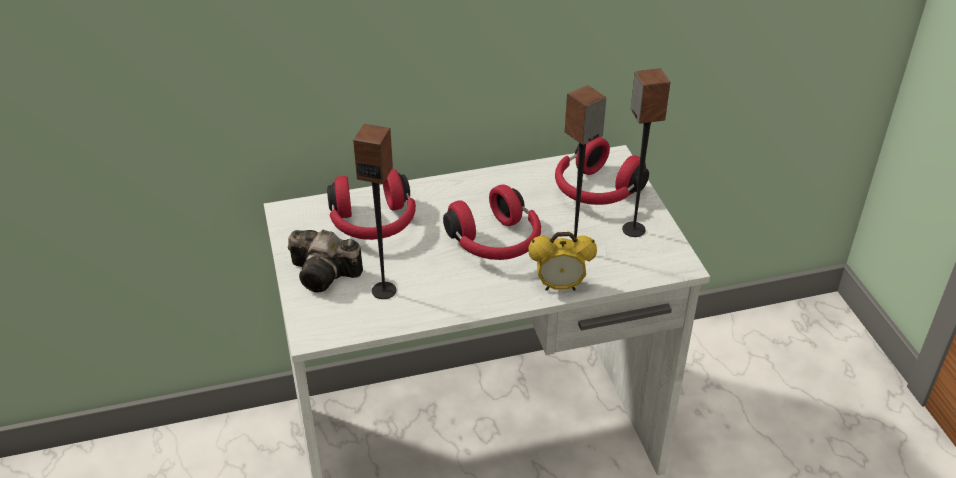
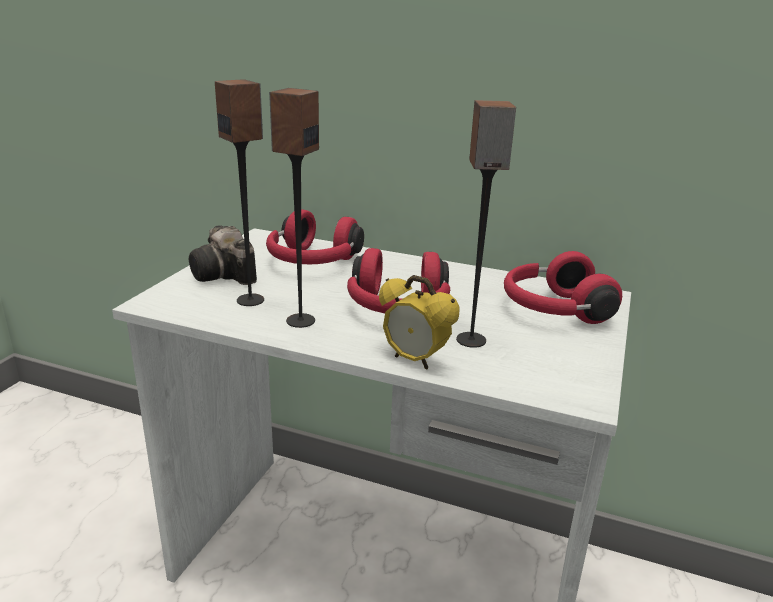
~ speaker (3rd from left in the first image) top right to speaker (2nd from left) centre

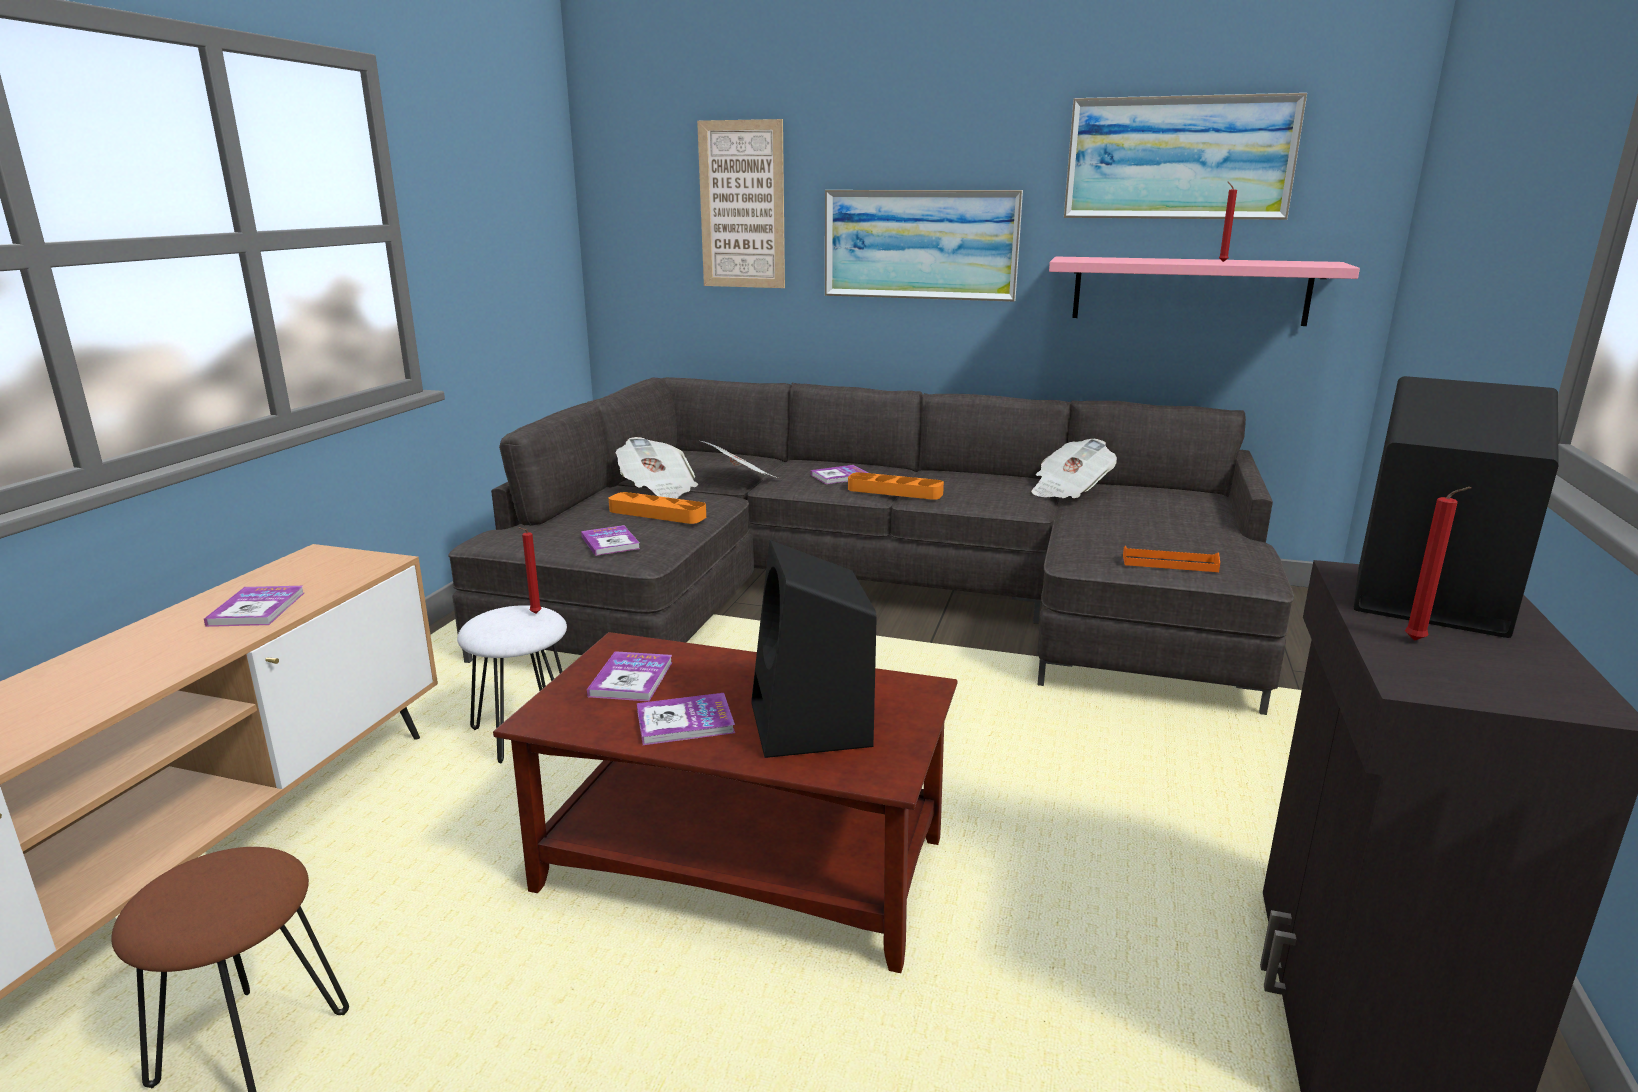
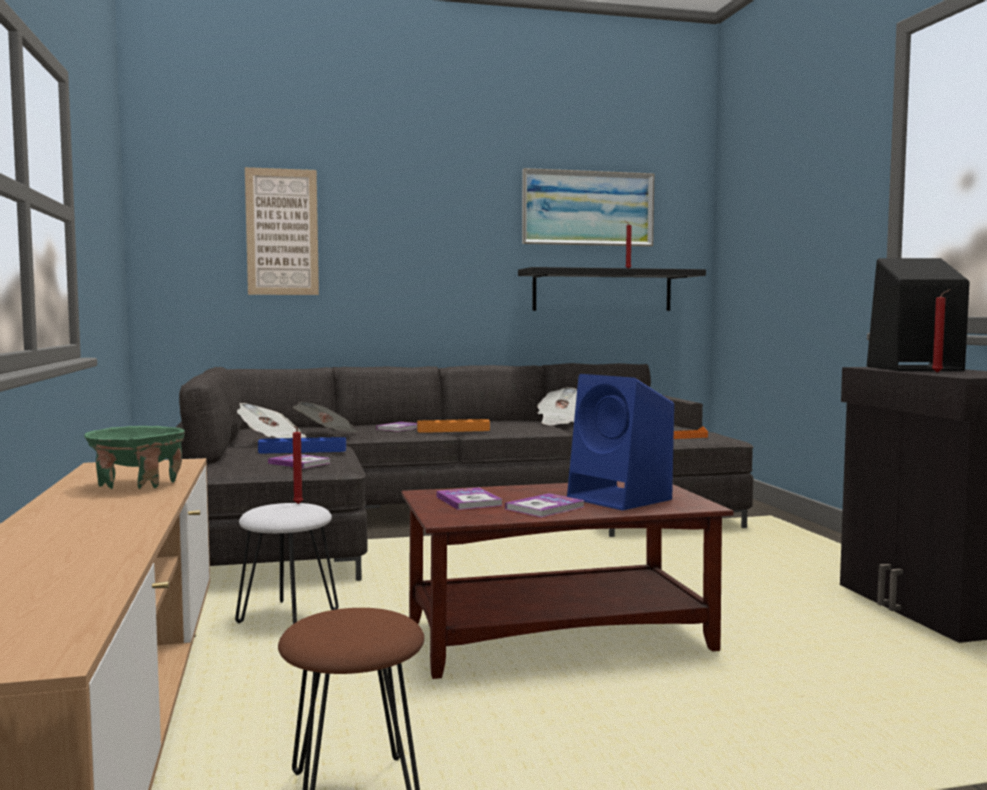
~ book (1st from left) middle left to green bowl middle left
~ orange tray (1st from left) centre to blue tray middle left
~ pink shelf top right to black shelf centre
~ black speaker (1st from left) centre to blue speaker centre
- picture (2nd from left) top centre

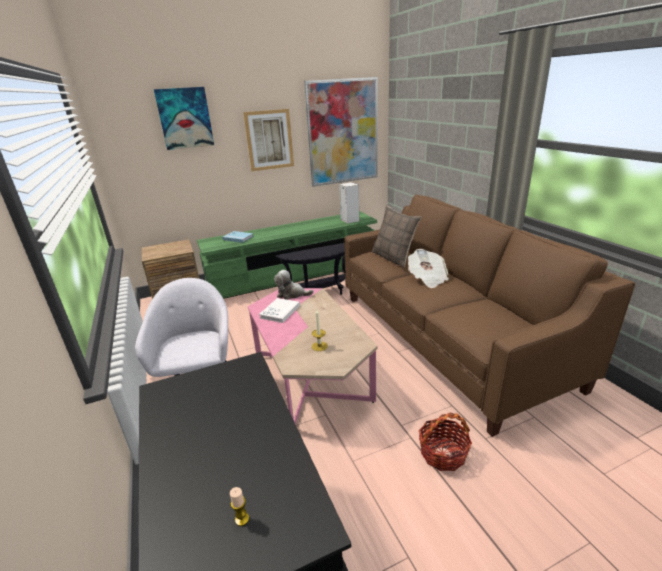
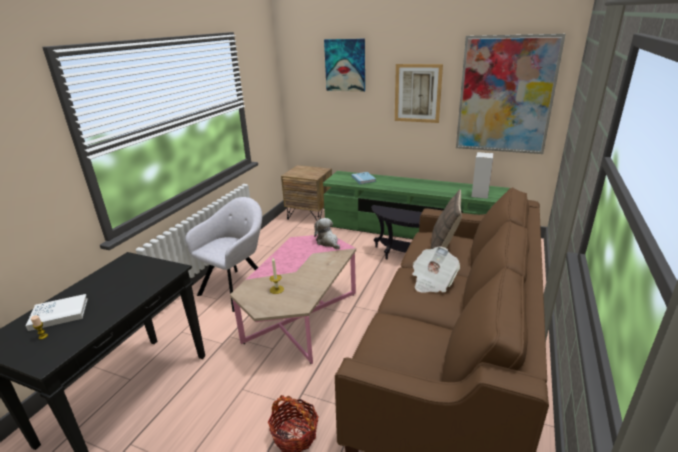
~ white book centre to bottom left

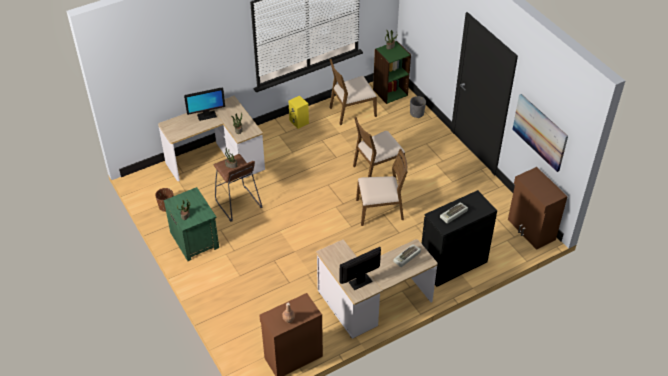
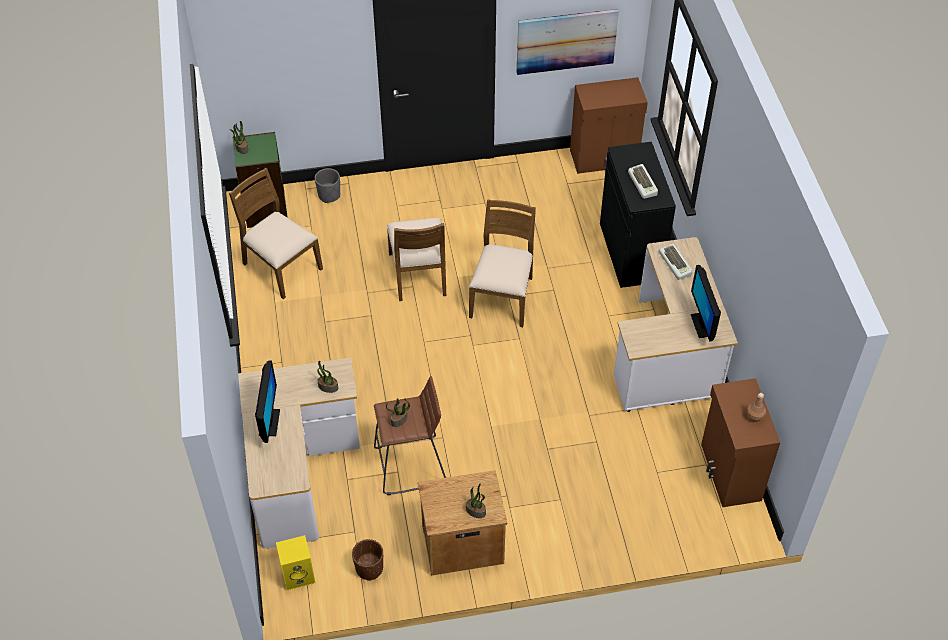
~ brown chair (1st from left) top centre = middle left 135 degrees clockwise
~ yellow speaker top centre to bottom left
~ green nightstand middle left to brown nightstand bottom centre

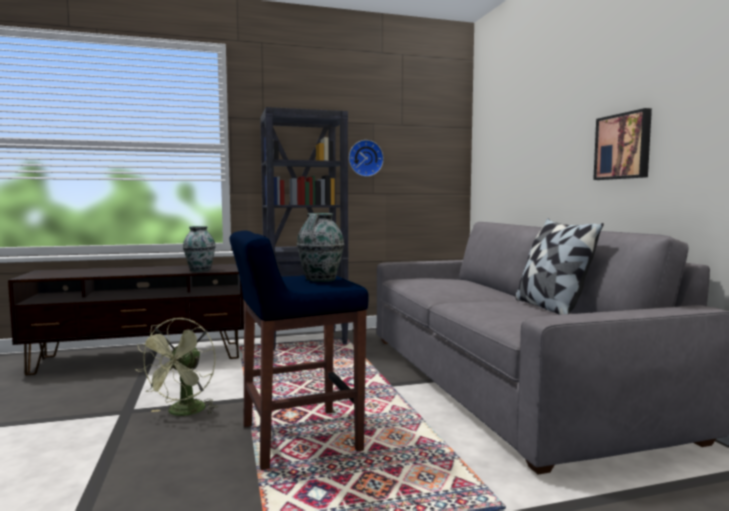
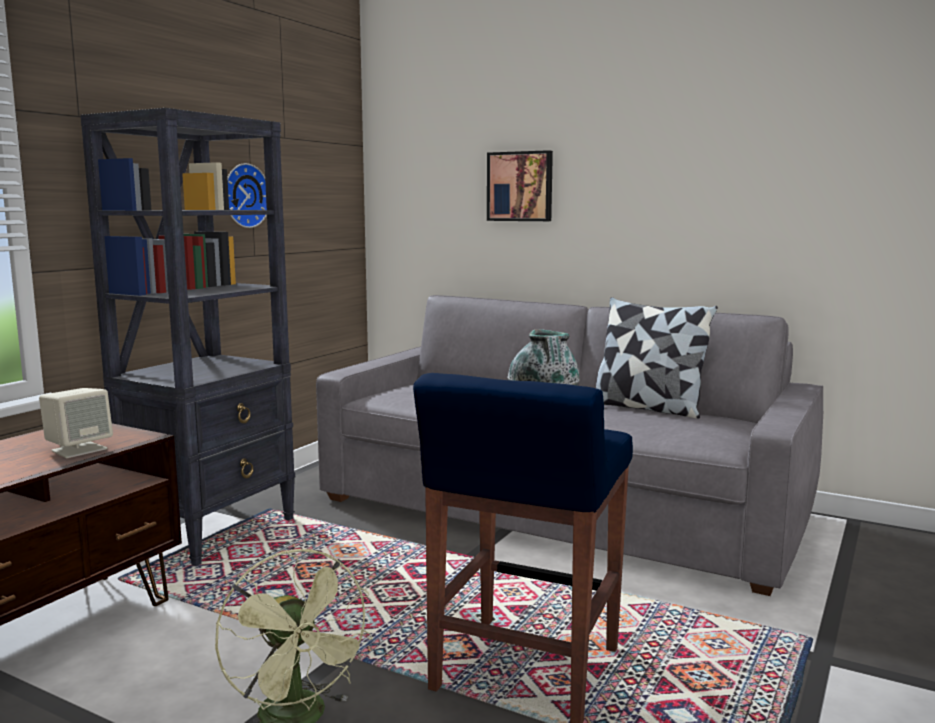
~ vase (1st from left) middle left to beige speaker middle left
~ picture top right to top centre

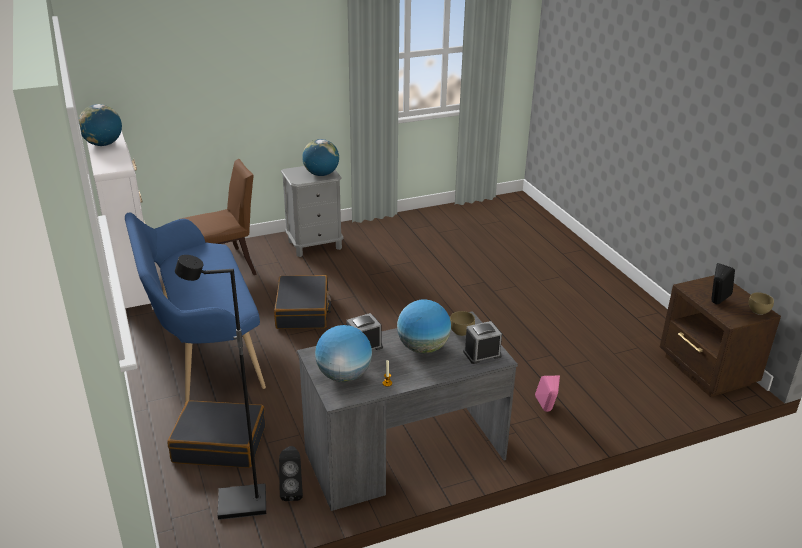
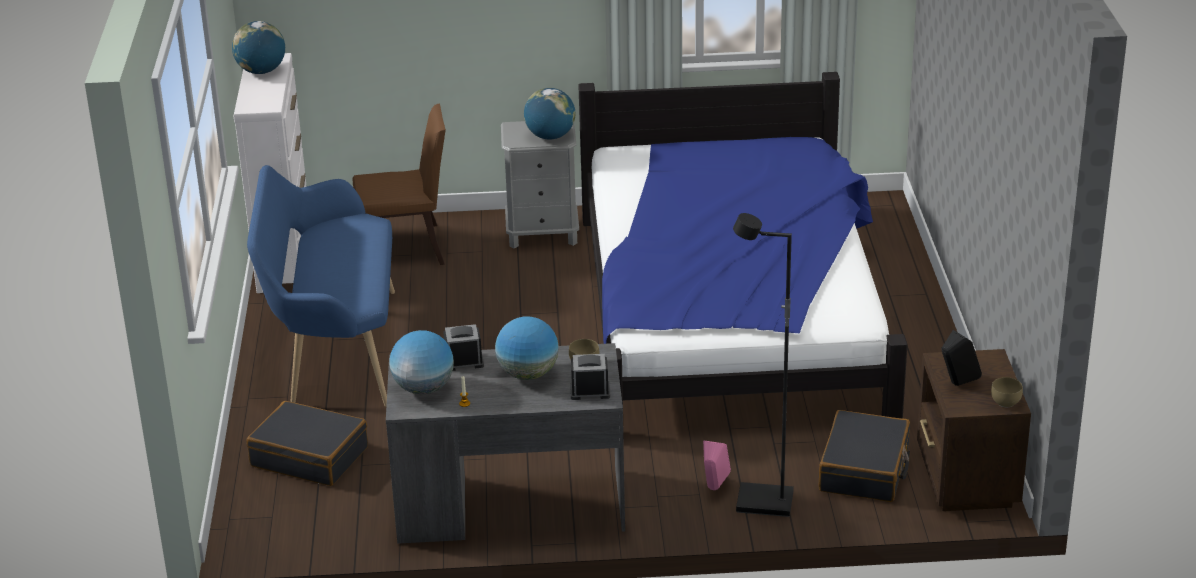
+ bed centre
~ black floor lamp bottom left to centre
~ black suitcase (2nd from left) centre to bottom right
- black speaker (1st from left) bottom centre

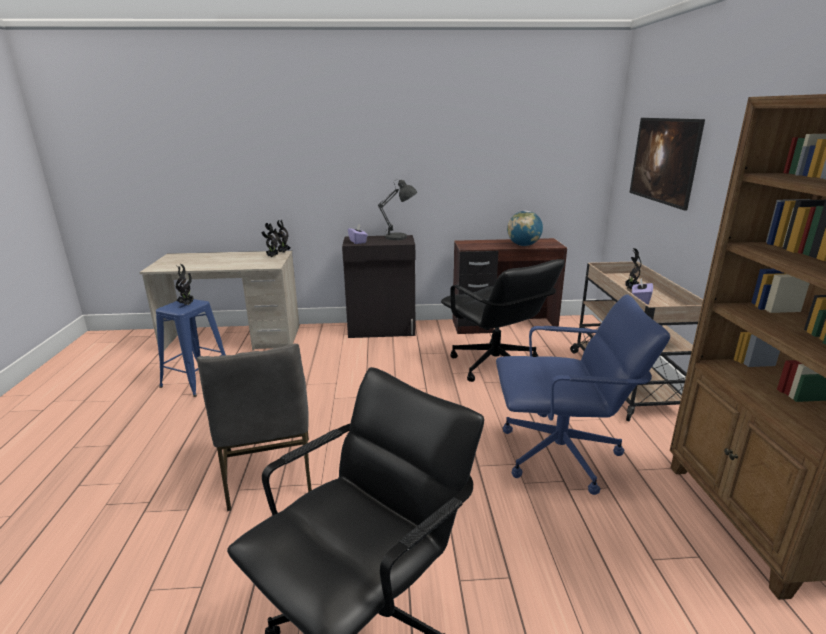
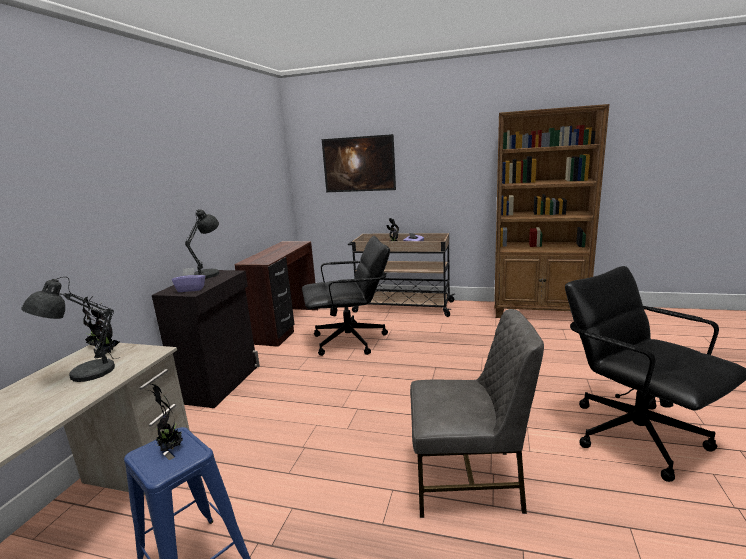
+ grey table lamp (1st from left) middle left
- blue office chair middle right
- globe centre

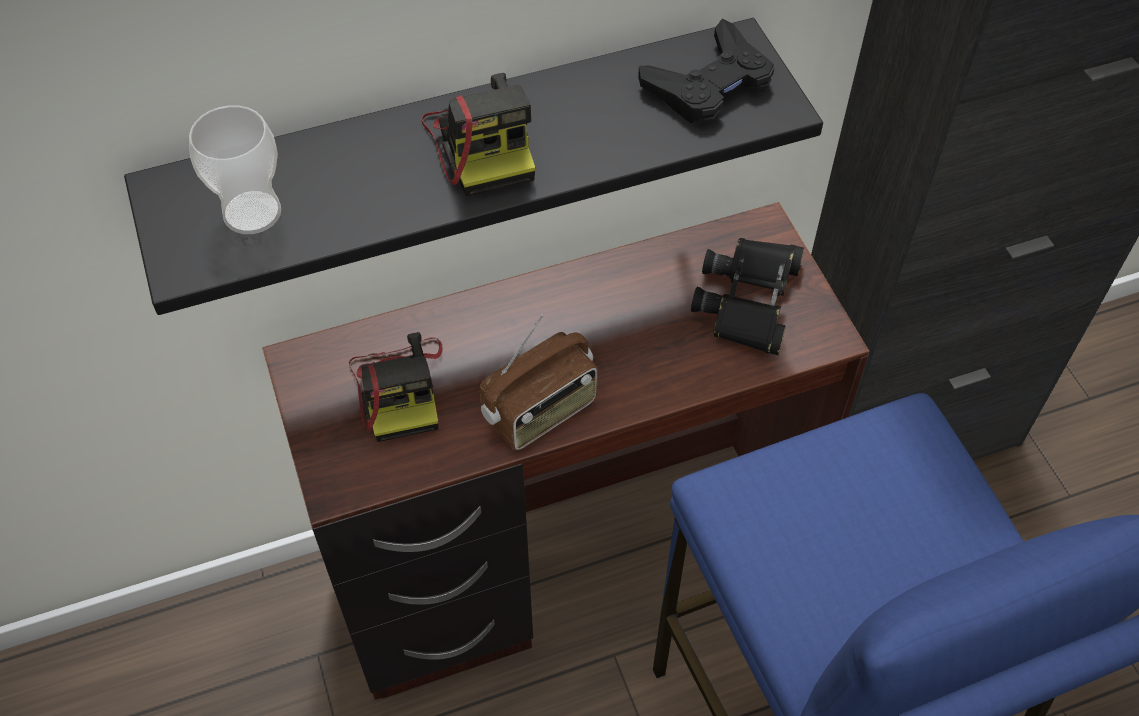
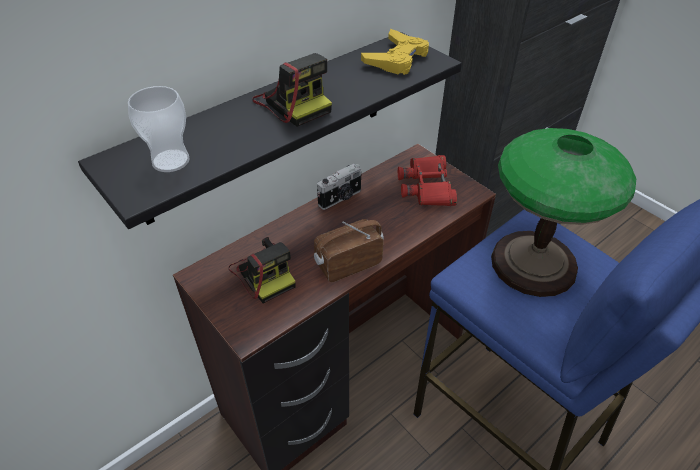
~ radio centre = centre 150 degrees counterclockwise
+ photo camera (3rd from left) centre
~ black game controller top centre to yellow game controller top centre
~ black binoculars centre to red binoculars centre
+ table lamp middle right

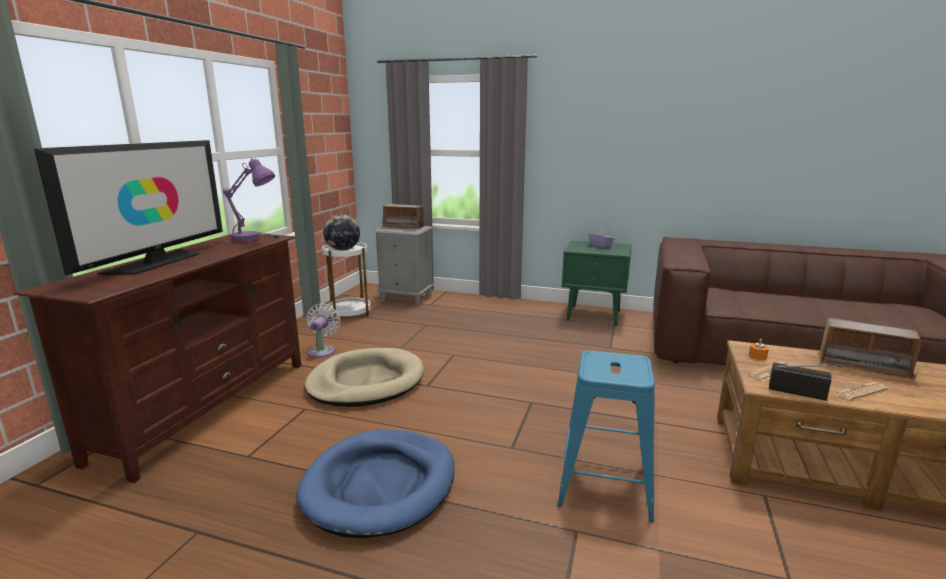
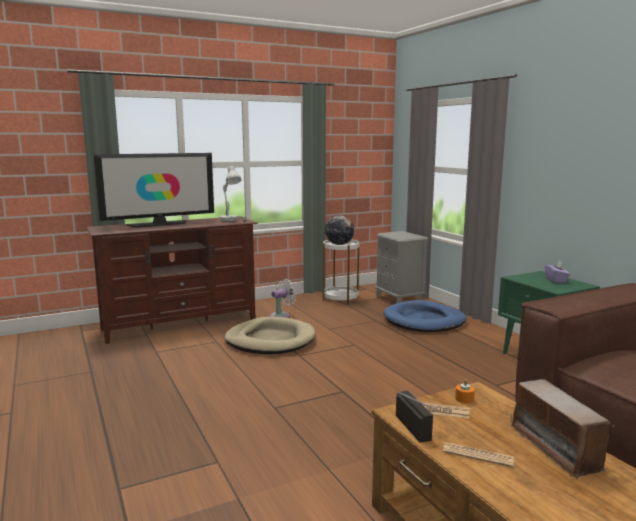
~ purple table lamp middle left to white table lamp centre
~ blue dog bed bottom centre to middle right
- radio (1st from left) centre
- blue stool bottom centre

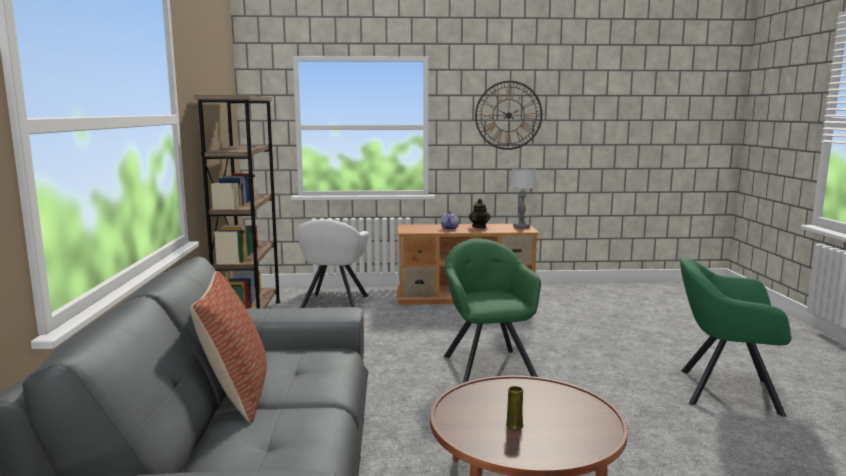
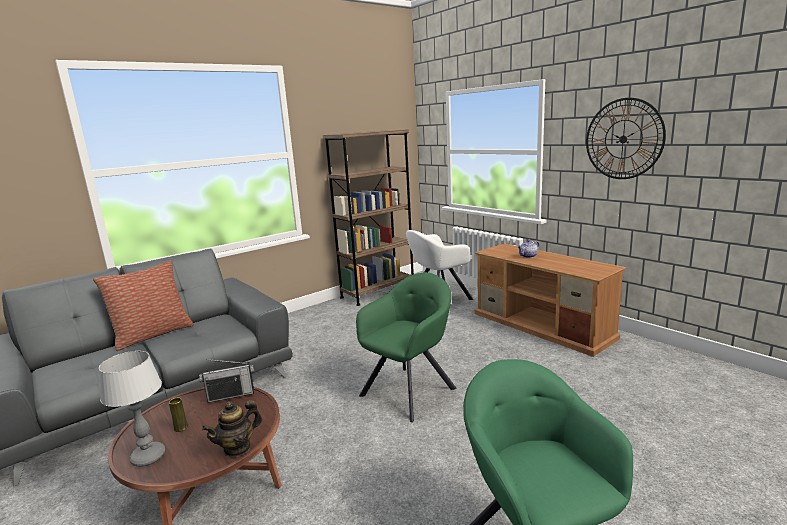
~ table lamp centre to bottom left
+ radio bottom left
~ teapot (2nd from left in the first image) centre to teapot (1st from left) bottom left

